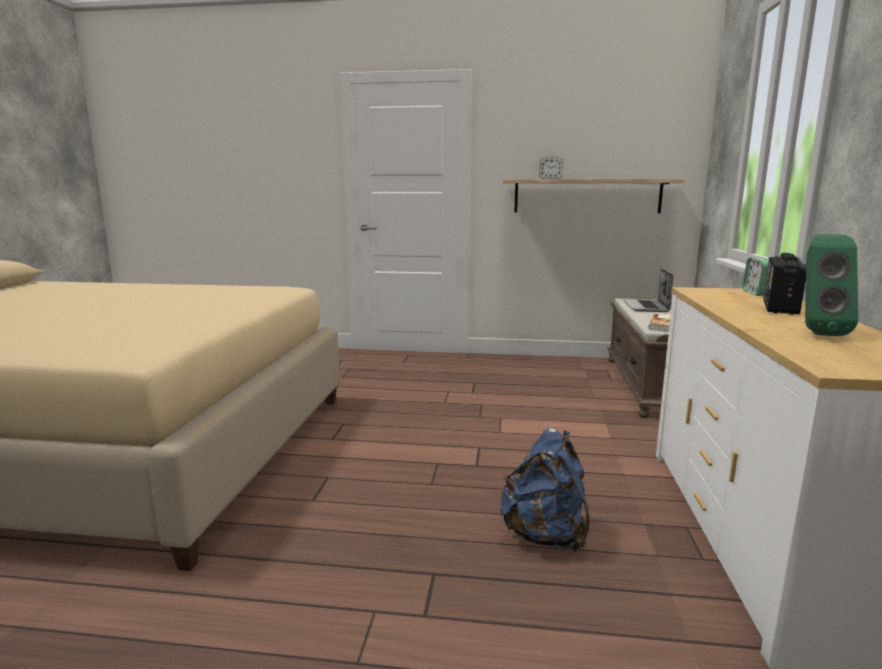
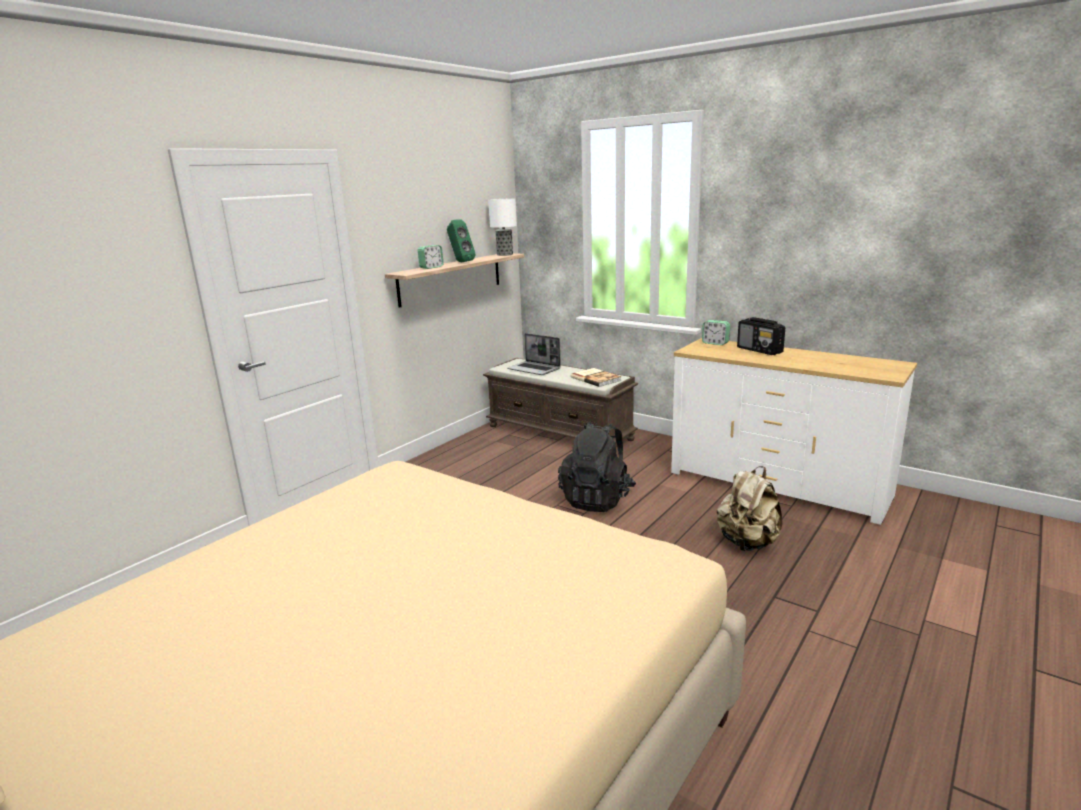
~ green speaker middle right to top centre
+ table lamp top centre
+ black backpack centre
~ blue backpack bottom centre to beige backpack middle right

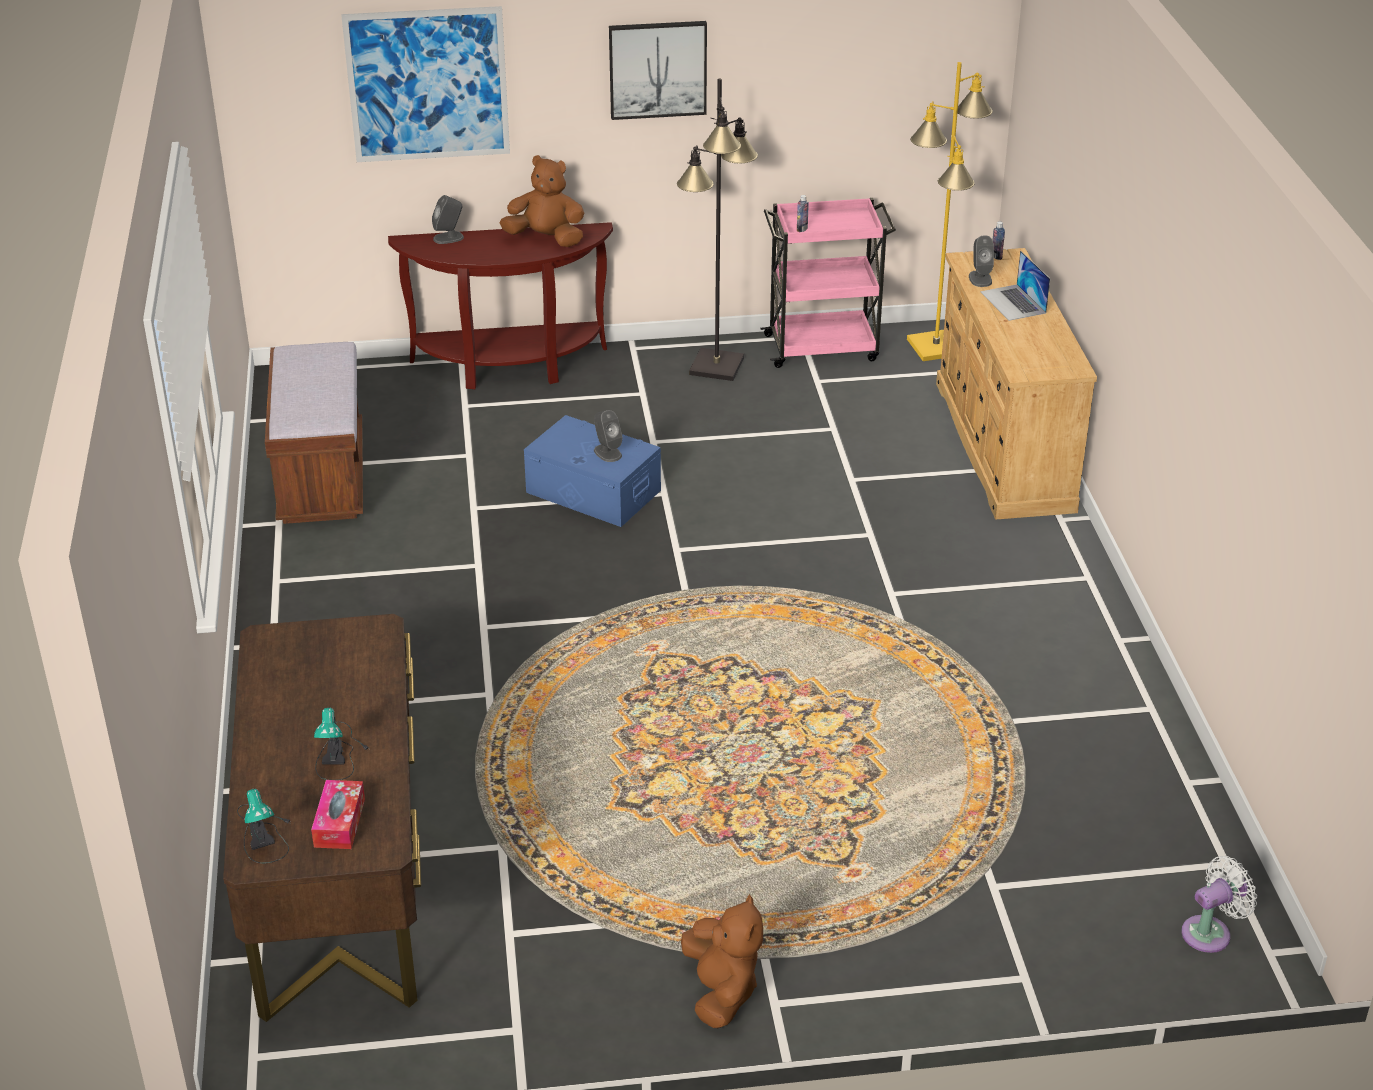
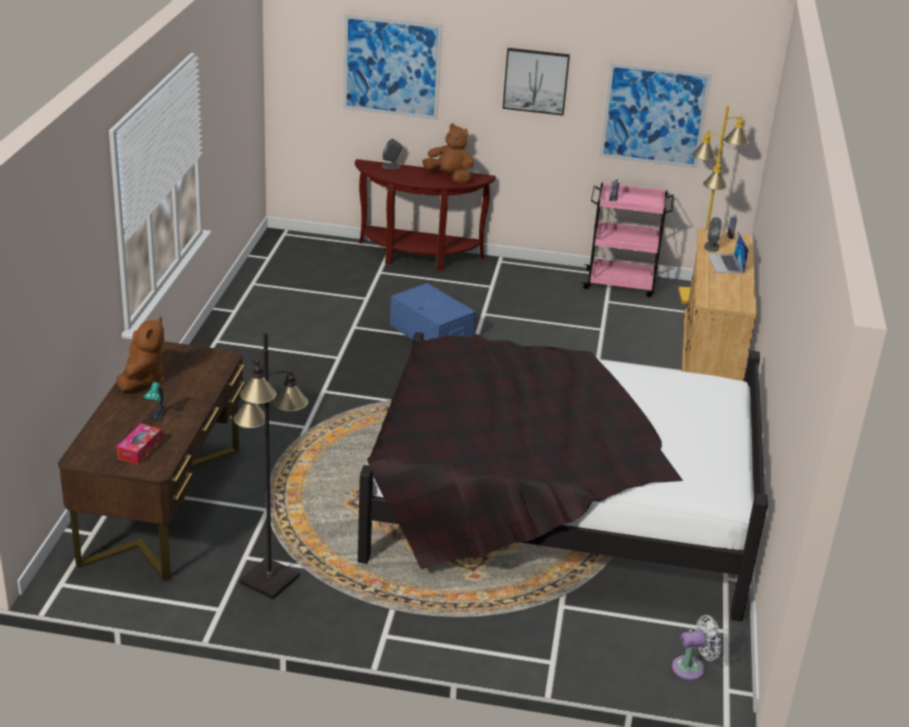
~ brown plush toy (2nd from left in the first image) bottom centre to brown plush toy (1st from left) middle left
~ black floor lamp top centre to middle left
+ black bed centre
+ picture (3rd from left) top right
- table lamp (1st from left) bottom left
- brown bench middle left
- grey speaker (2nd from left) centre

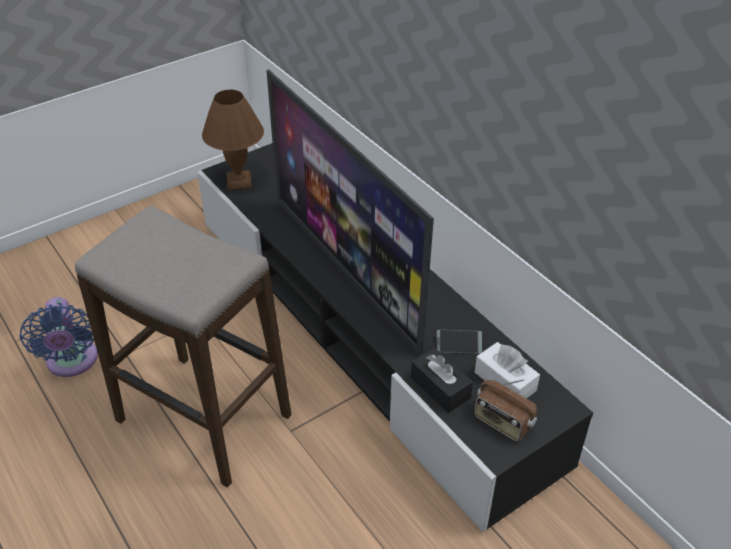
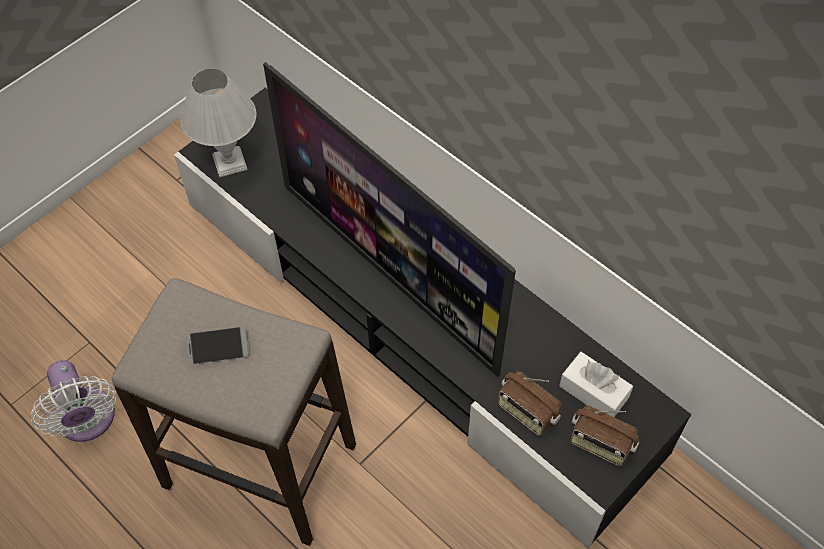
~ blue fan middle left to white fan bottom left
~ brown table lamp top left to white table lamp top left
~ phone centre to middle left
~ black tissue box bottom centre to radio (1st from left) bottom centre

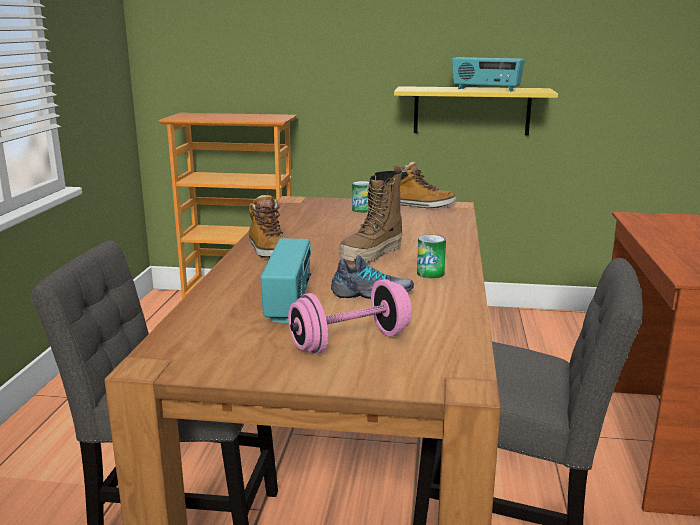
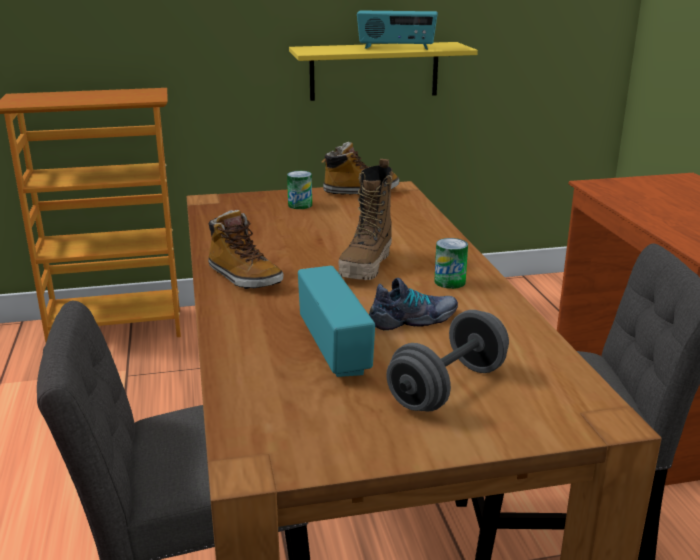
~ pink dumbbell centre to grey dumbbell centre

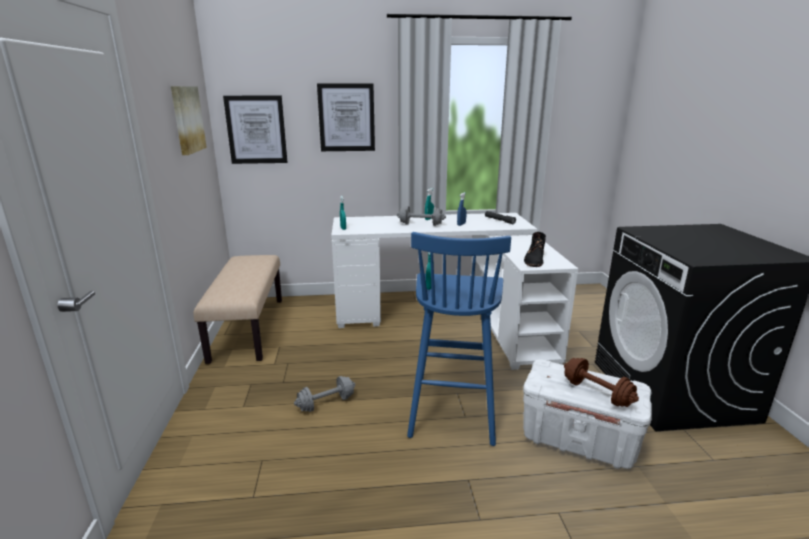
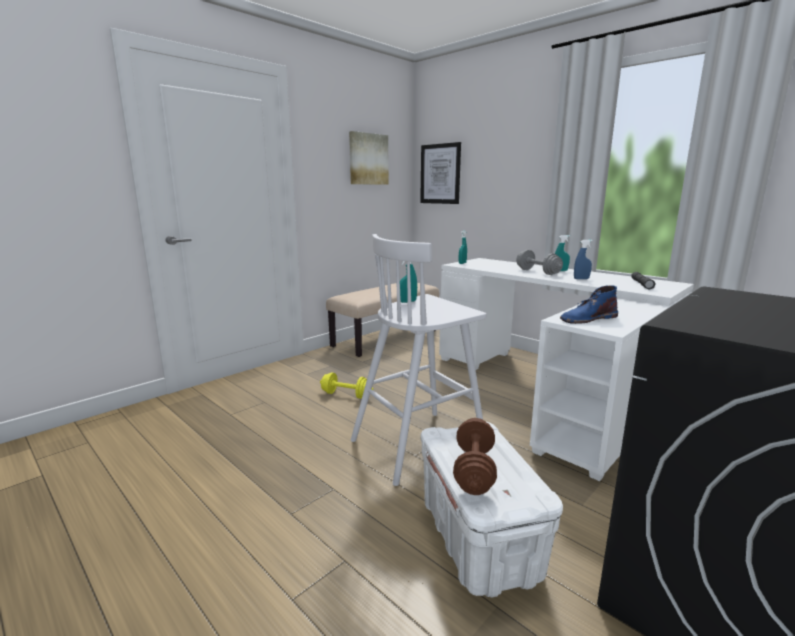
~ grey dumbbell (1st from left) bottom centre to yellow dumbbell centre
~ blue stool centre to white stool centre
~ black boot centre to blue boot middle right
- picture (3rd from left) top centre

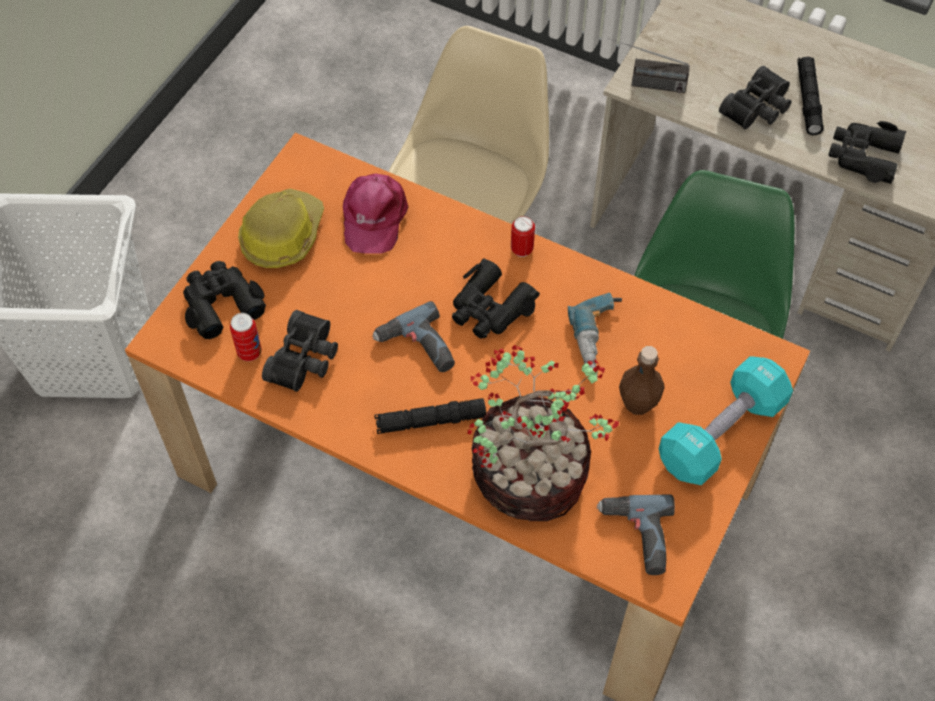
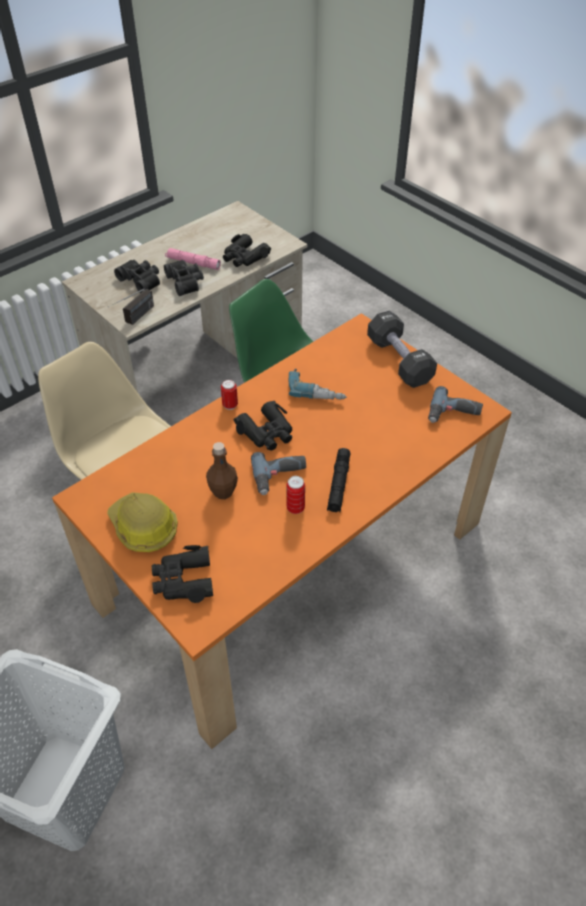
~ black binoculars (2nd from left in the first image) middle left to black binoculars (1st from left) top left
~ black flashlight (2nd from left) top right to pink flashlight top left
~ brown bottle middle right to centre
~ can (1st from left in the first image) middle left to can (2nd from left) centre
~ turquoise dumbbell middle right to black dumbbell middle right
- pink cap top centre
- potted plant centre

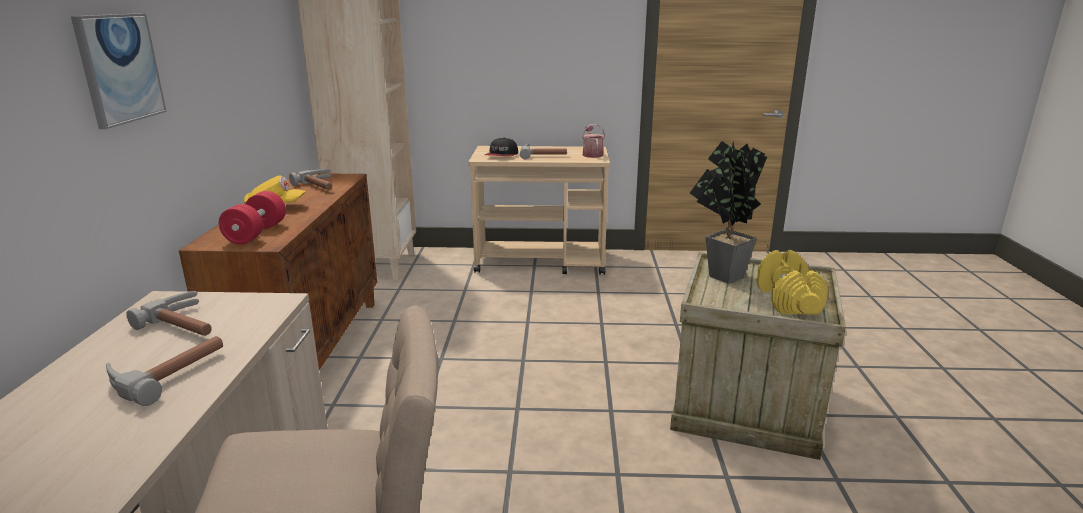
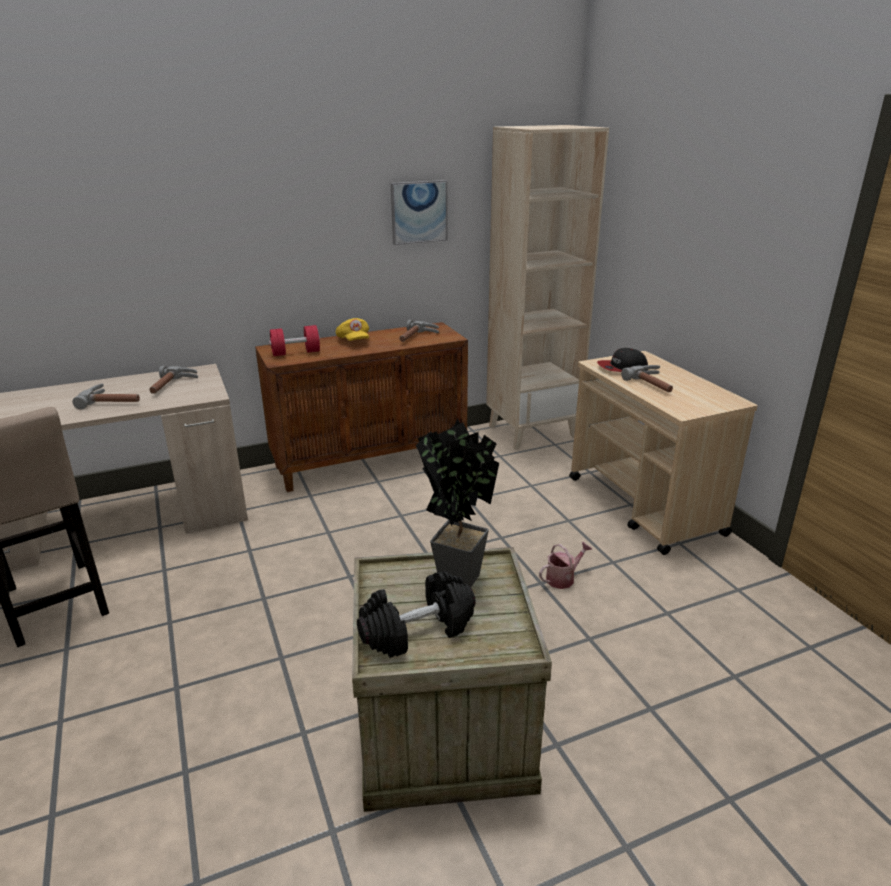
~ yellow dumbbell middle right to black dumbbell bottom centre
~ picture top left to top centre
~ watering can top centre to centre

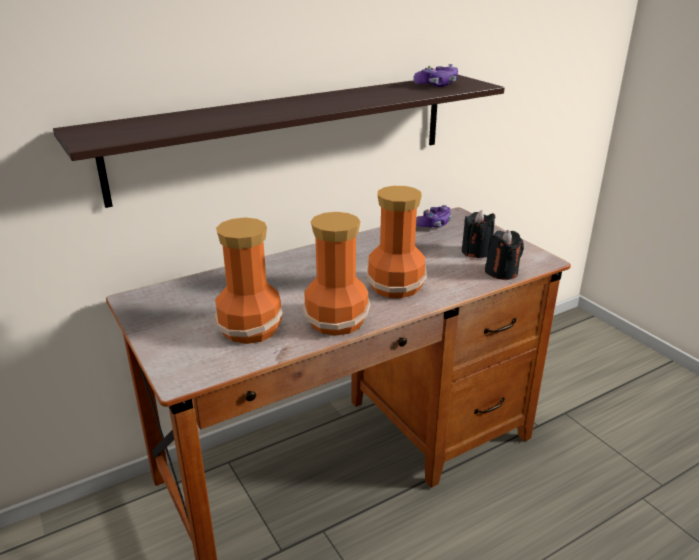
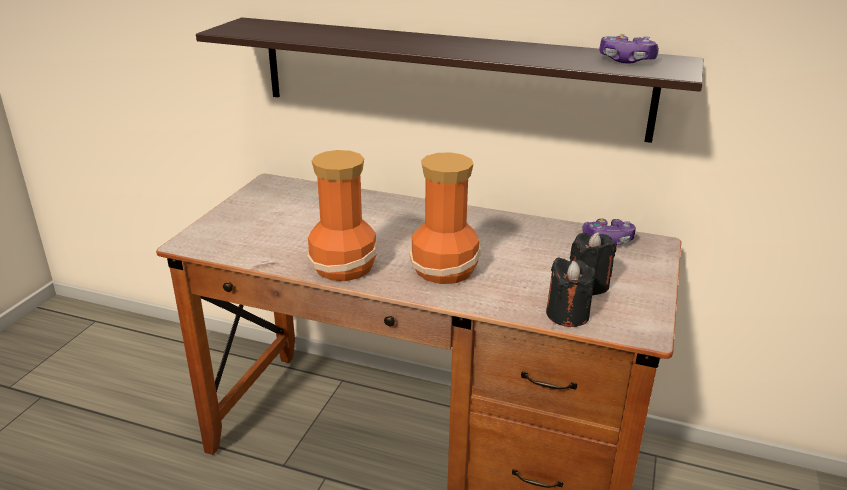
- vase (1st from left) centre

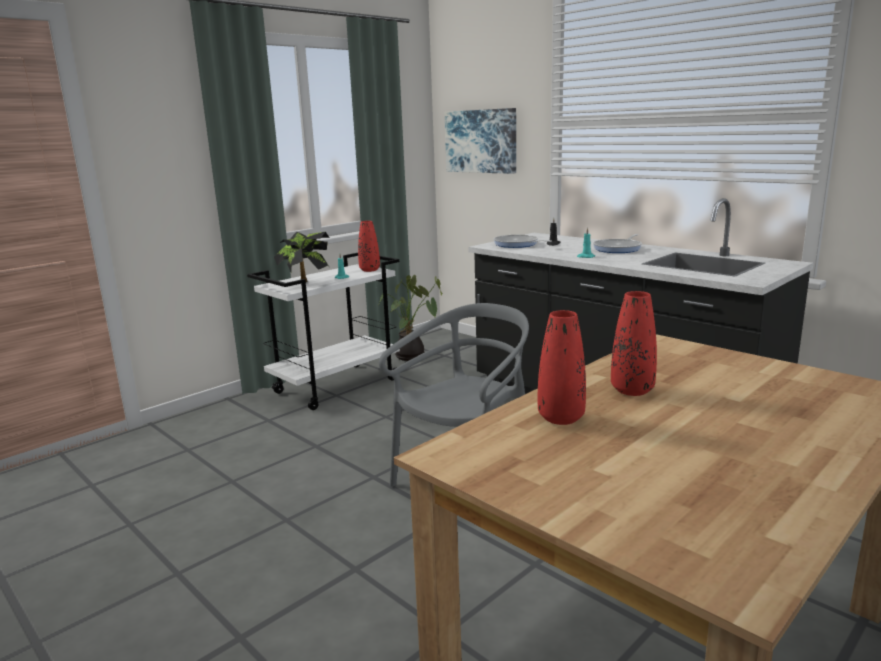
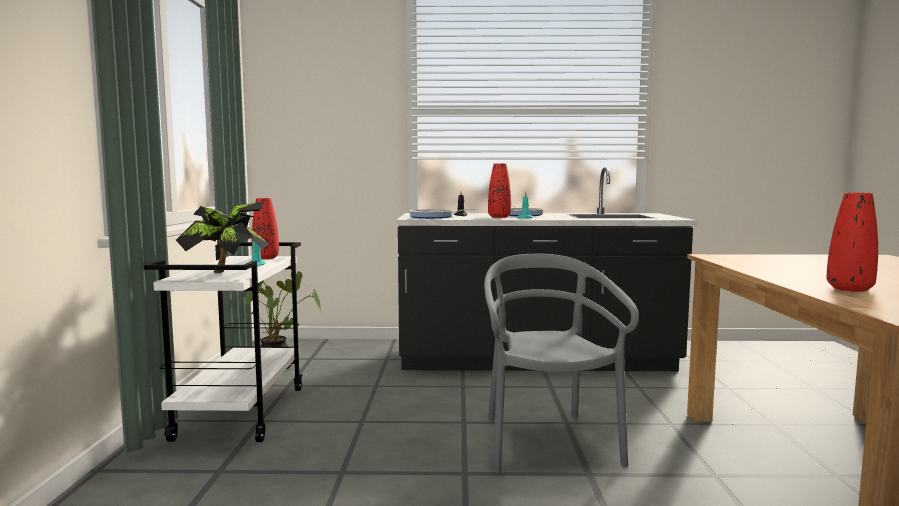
~ red vase (3rd from left in the first image) middle right to red vase (2nd from left) centre
- picture top centre

